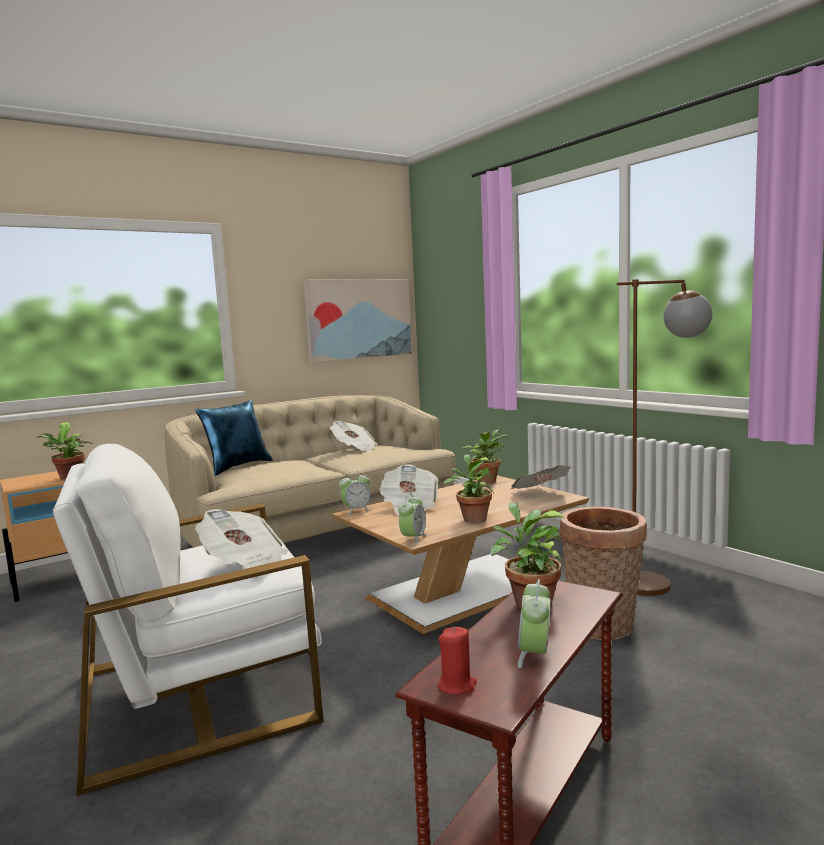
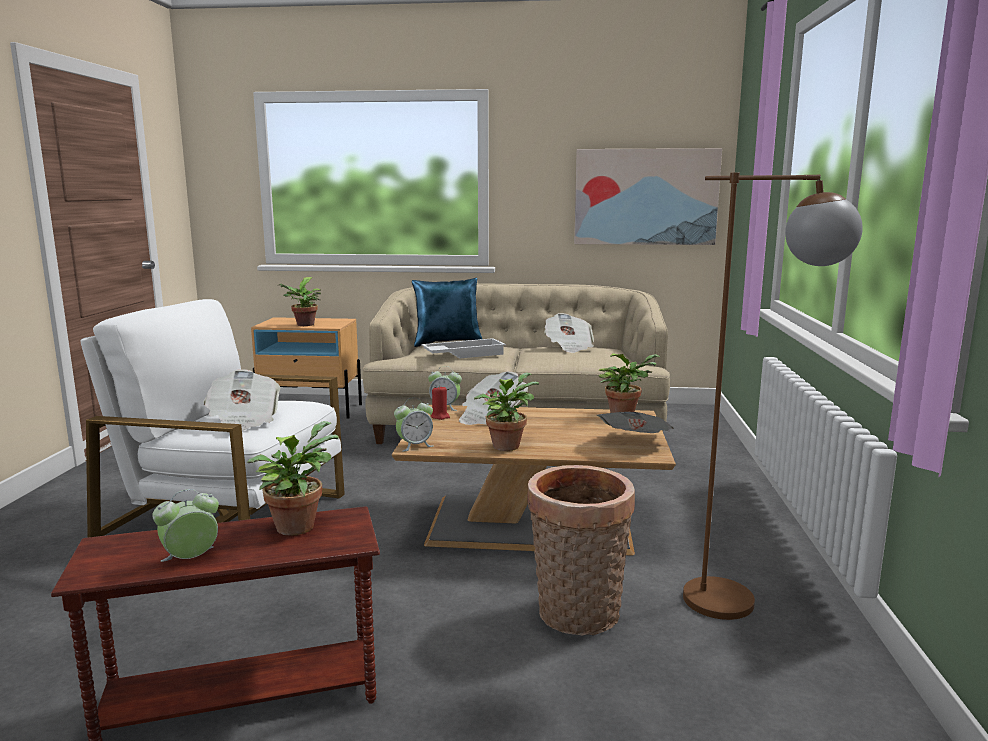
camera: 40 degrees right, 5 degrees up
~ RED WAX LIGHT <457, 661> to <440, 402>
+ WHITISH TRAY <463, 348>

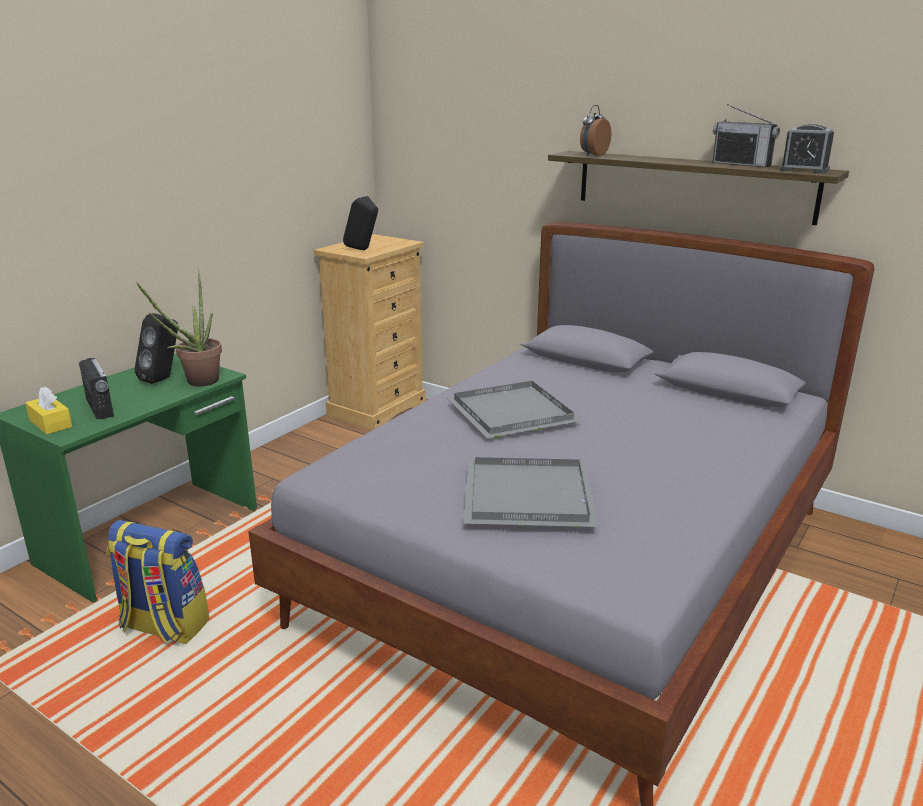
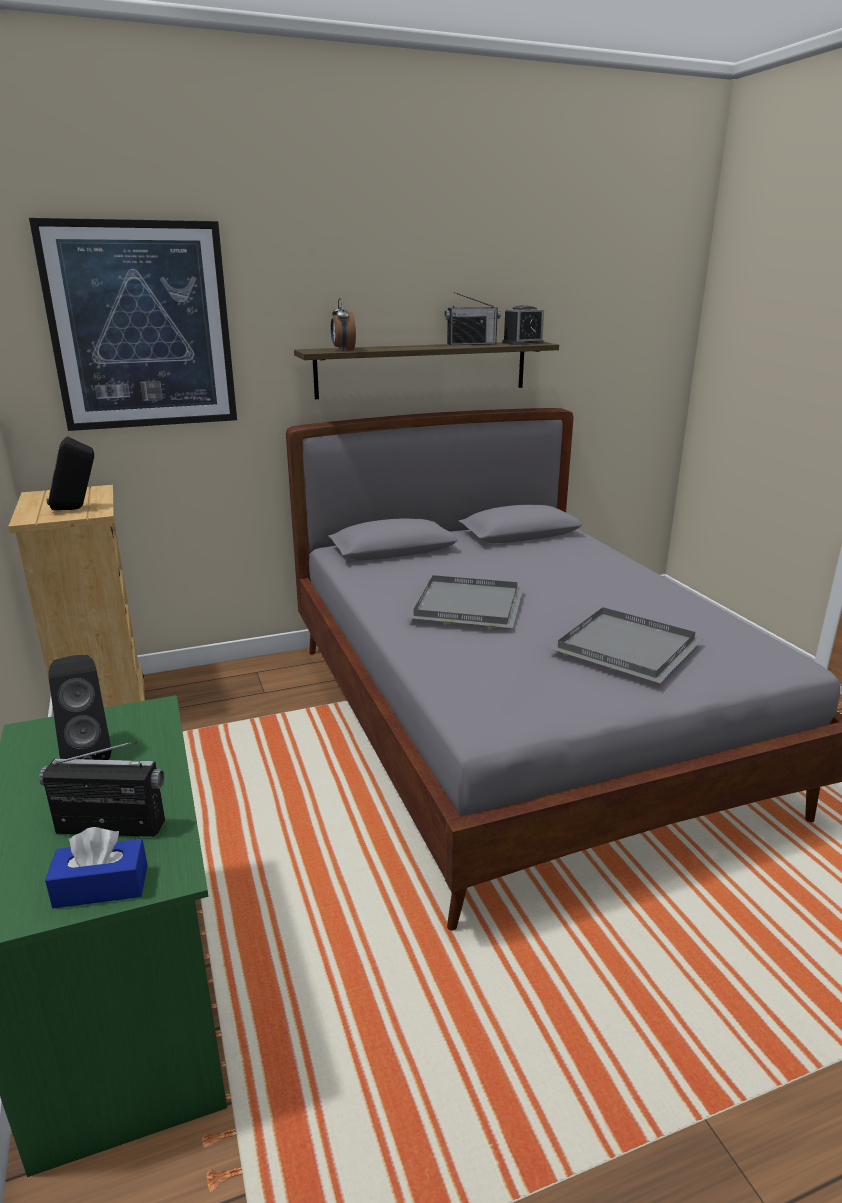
camera: 55 degrees left, 0 degrees up
~ YELLOW TISSUE HOLDER <48, 410> to BLUE TISSUE HOLDER <96, 868>
- BACKPACK <158, 582>
- PLANT IN A POT <179, 328>
+ WALL PICTURE <133, 324>

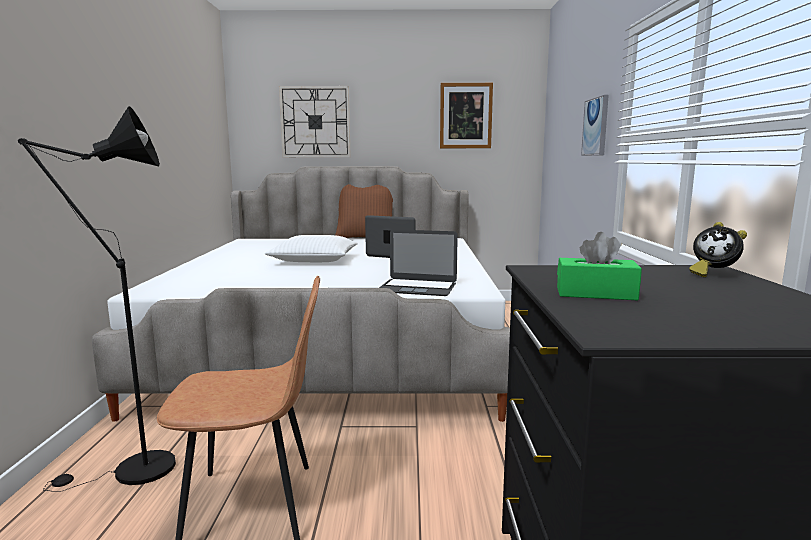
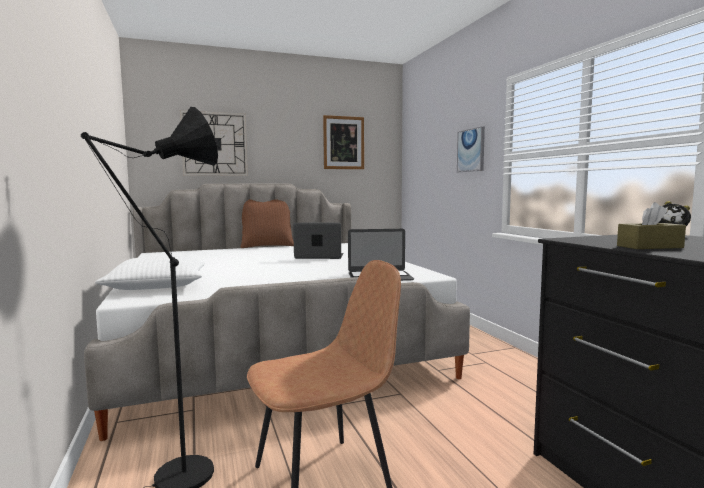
camera: 20 degrees left, 5 degrees down
~ WHITISH THROW PILLOW <311, 248> to <150, 273>
~ GREEN-COLOURED TISSUE HOLDER <599, 266> to BROWN-COLOURED TISSUE HOLDER <651, 225>

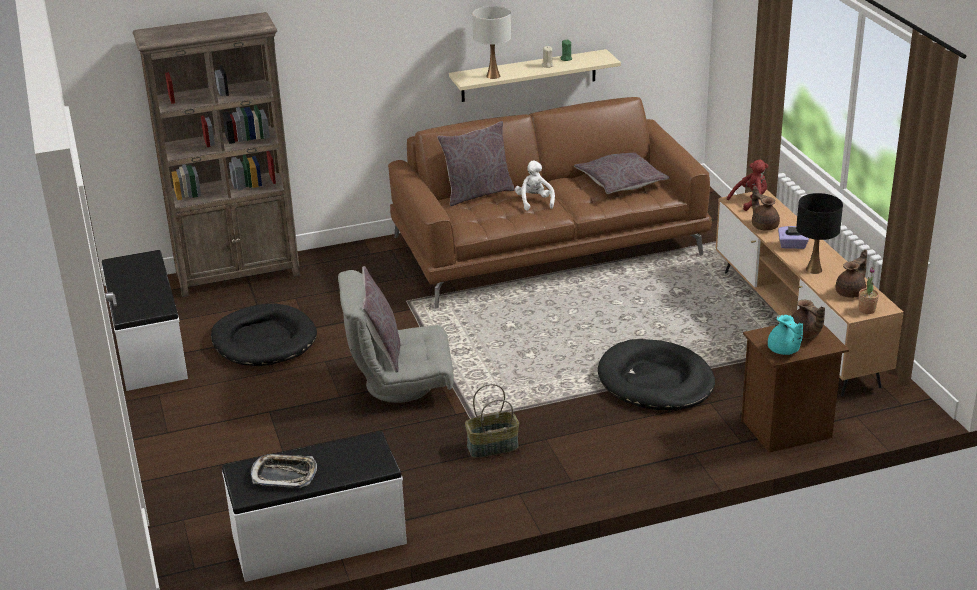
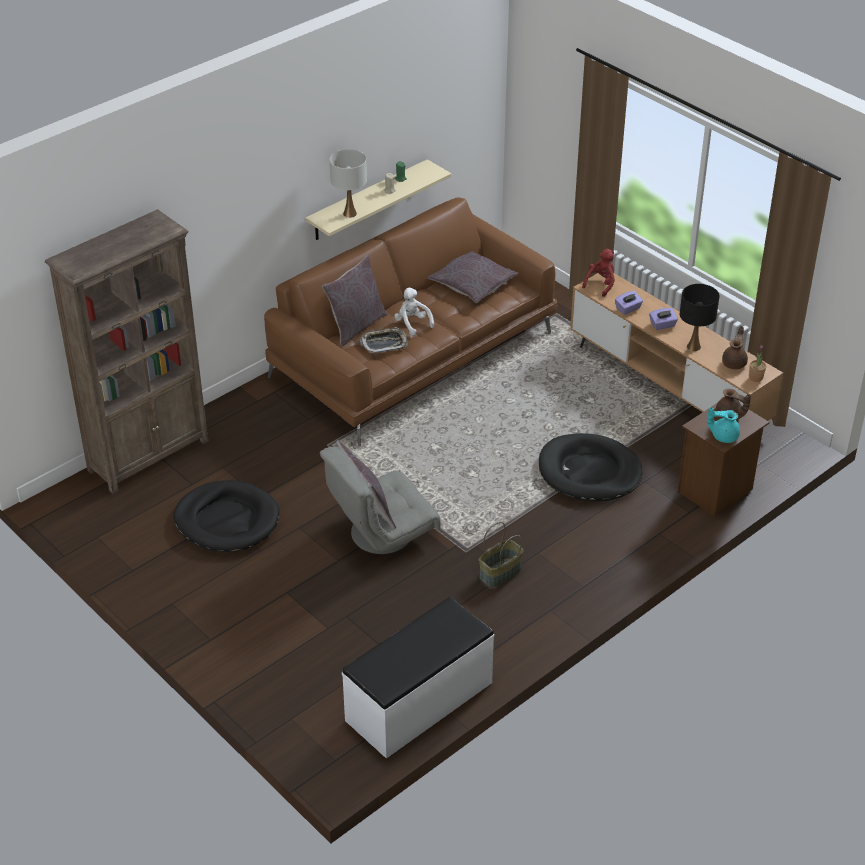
camera: 25 degrees left, 10 degrees up
- WHITISH INDOOR BENCH <145, 320>
~ TRAY <284, 471> to <384, 340>
~ BROWN-COLOURED POT FOR TEA <766, 208> to PURPLISH TISSUE HOLDER <629, 303>
~ TURQUOISE POT FOR TEA <785, 335> = <723, 424> 150 degrees clockwise

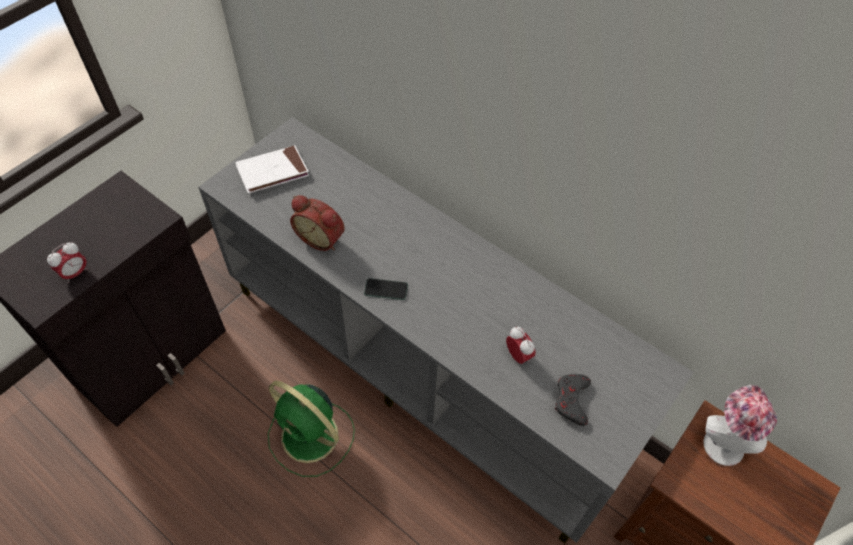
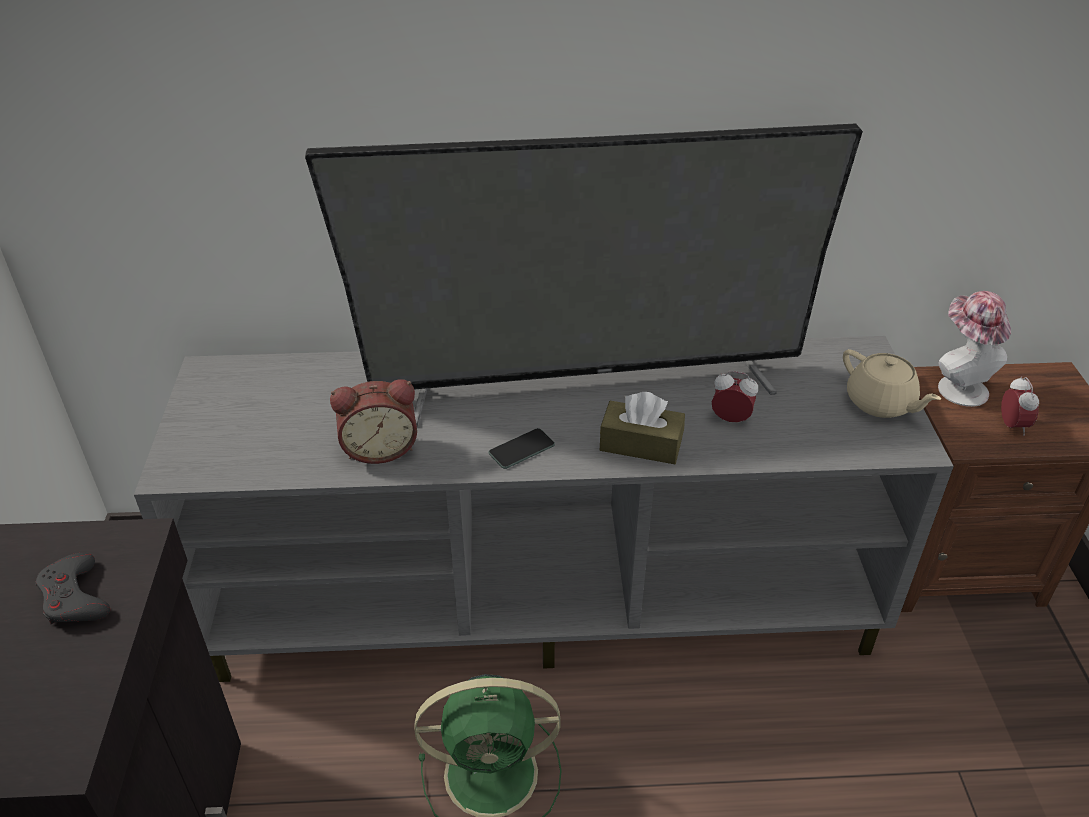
camera: 40 degrees left, 15 degrees down
~ BEDSIDE CLOCK <67, 262> to <1020, 406>
- WHITISH BOUND BOOK <272, 169>
~ GRAY GAME CONTROLLER <573, 400> to <73, 588>
+ TV SET <584, 274>
+ BROWN-COLOURED TISSUE HOLDER <642, 428>
+ SAND-COLOURED POT FOR TEA <892, 383>

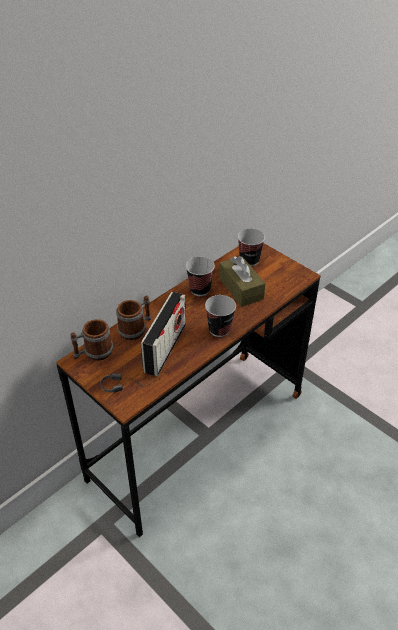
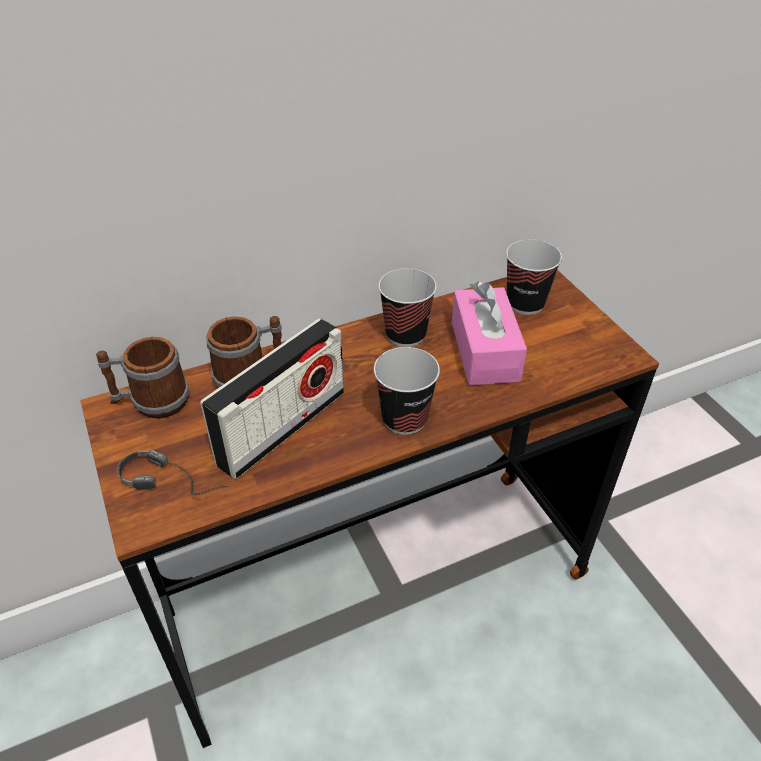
camera: 20 degrees right, 0 degrees up
~ BROWN-COLOURED TISSUE HOLDER <242, 281> to PINKISH TISSUE HOLDER <489, 333>

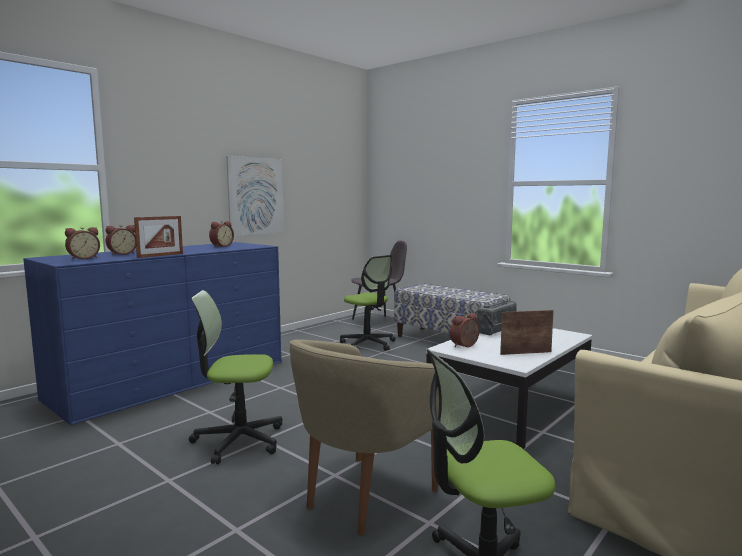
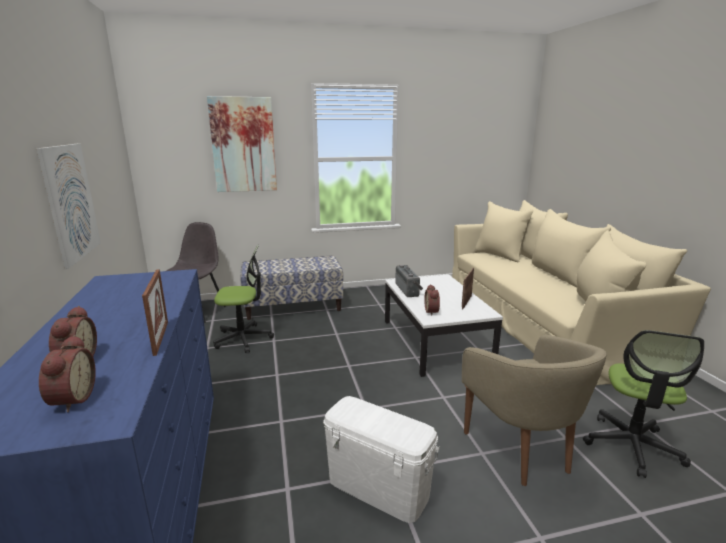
camera: 55 degrees left, 10 degrees up
~ OFFICE CHAIR <235, 377> to WHITISH STORAGE BOX <381, 459>
- BEDSIDE CLOCK <221, 234>
+ WALL PICTURE <242, 144>

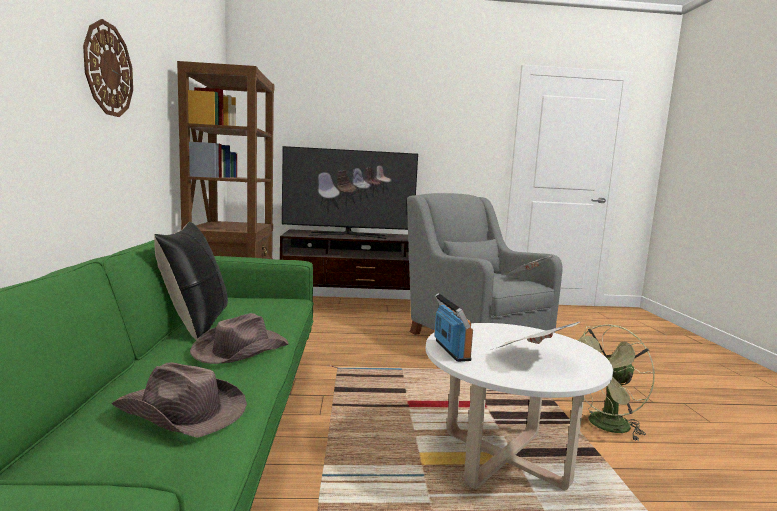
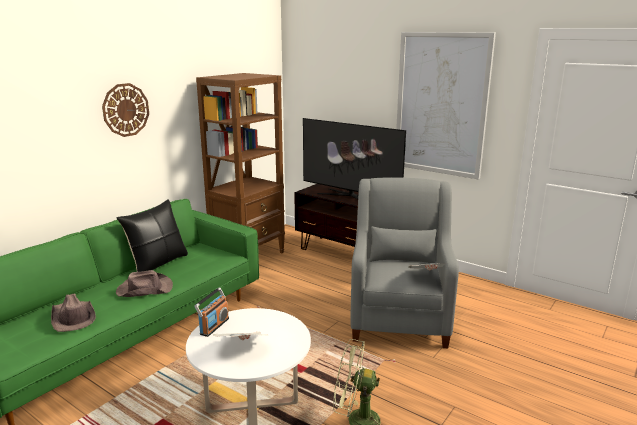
camera: 40 degrees right, 10 degrees up
+ WALL PICTURE <446, 105>

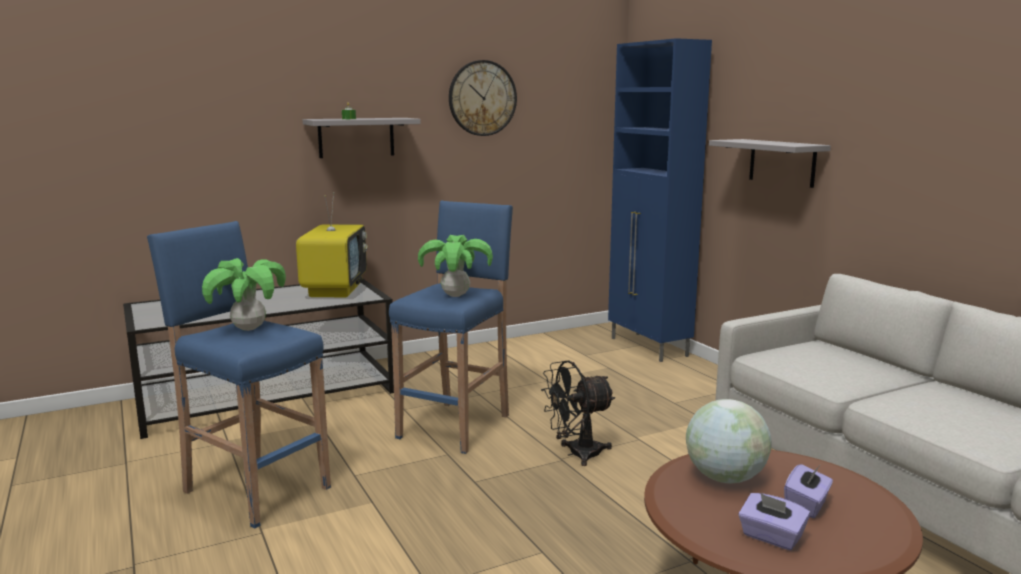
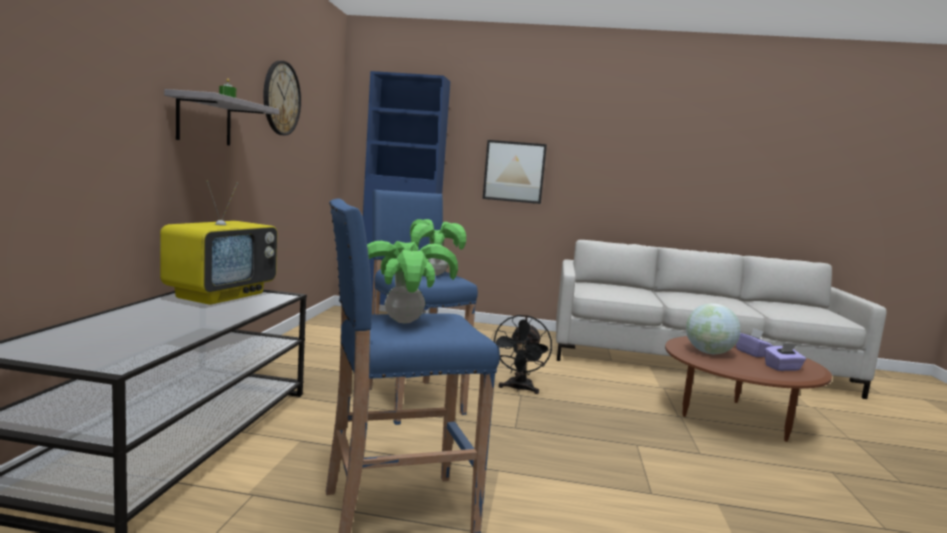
camera: 55 degrees left, 5 degrees down
~ TV SET <332, 244> = <218, 242> 75 degrees clockwise
~ GRAY SHELF <770, 163> to WALL PICTURE <515, 172>

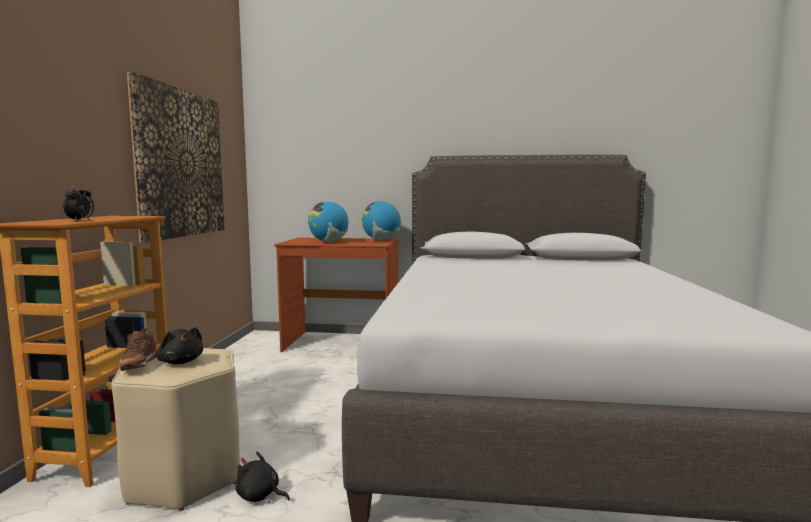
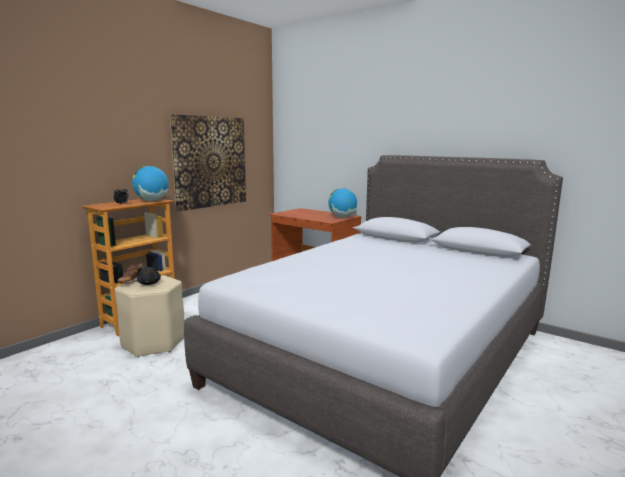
camera: 30 degrees right, 5 degrees up
- BLACK CUDDLY TOY <263, 477>
~ DESK GLOBE <328, 222> to <150, 183>

